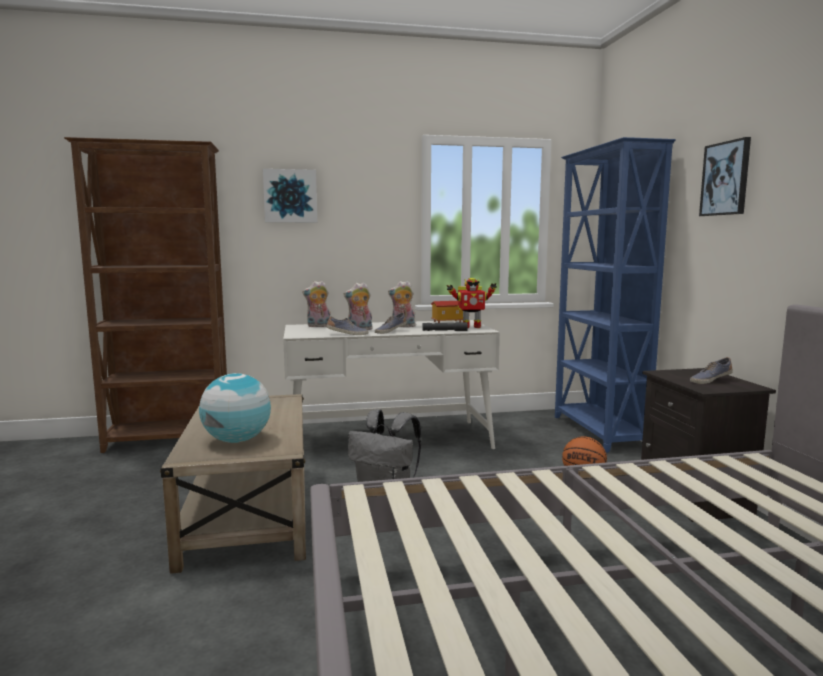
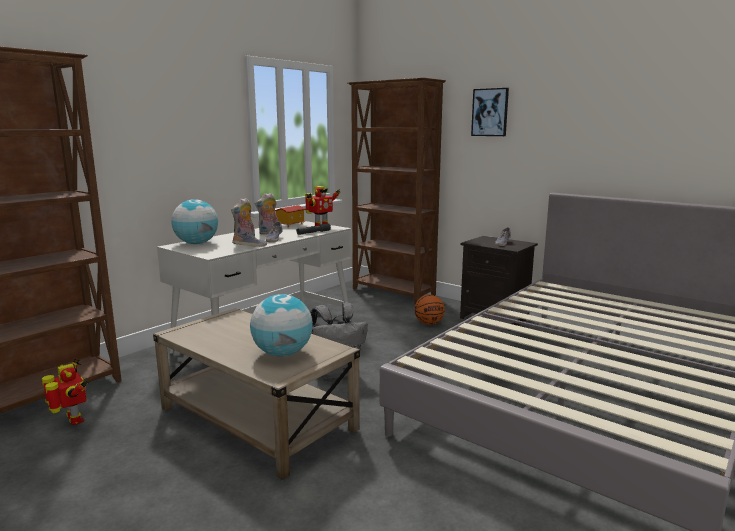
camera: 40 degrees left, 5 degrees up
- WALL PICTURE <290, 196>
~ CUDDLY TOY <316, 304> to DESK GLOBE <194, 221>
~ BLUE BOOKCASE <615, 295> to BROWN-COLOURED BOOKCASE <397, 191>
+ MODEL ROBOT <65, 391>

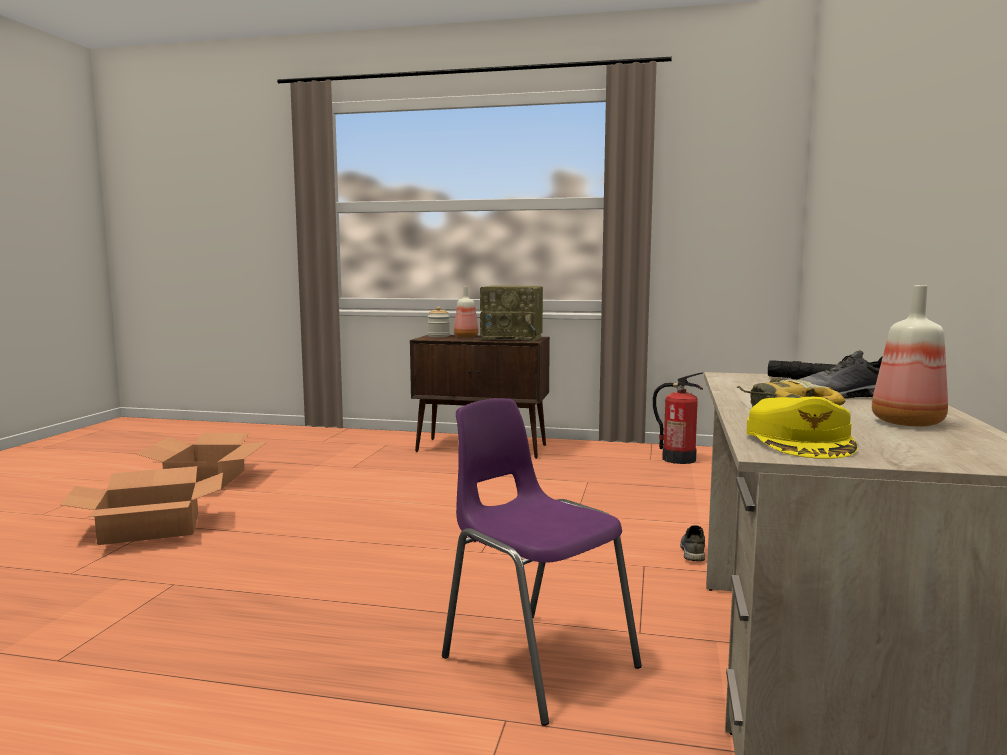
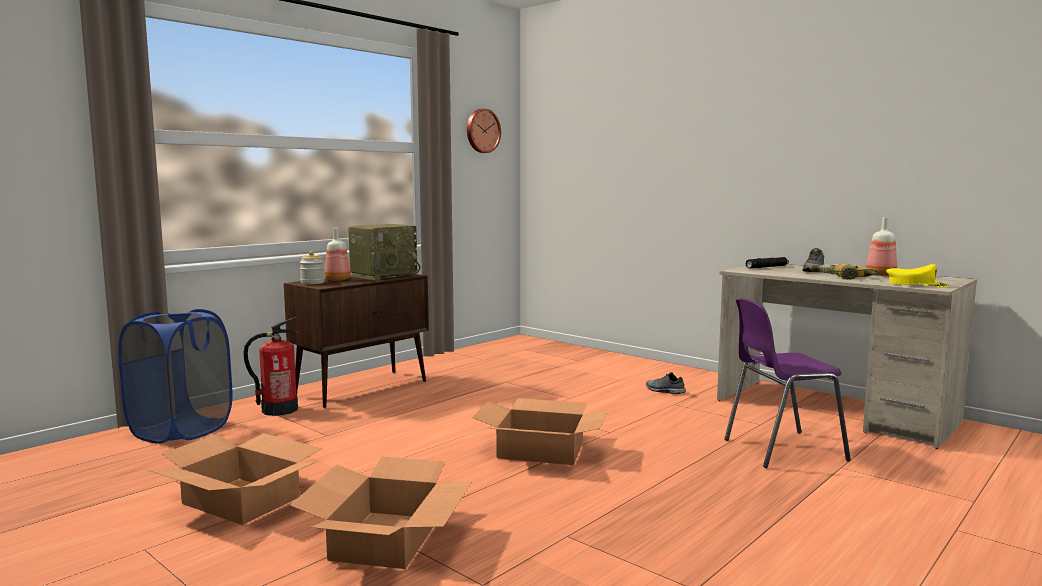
camera: 60 degrees left, 0 degrees up
~ EXTINGUISHER <678, 418> to <271, 366>
+ BLUE LAUNDRY BASKET <175, 376>
+ CLOCK ON THE WALL <484, 131>
+ PACKING BOX <539, 431>

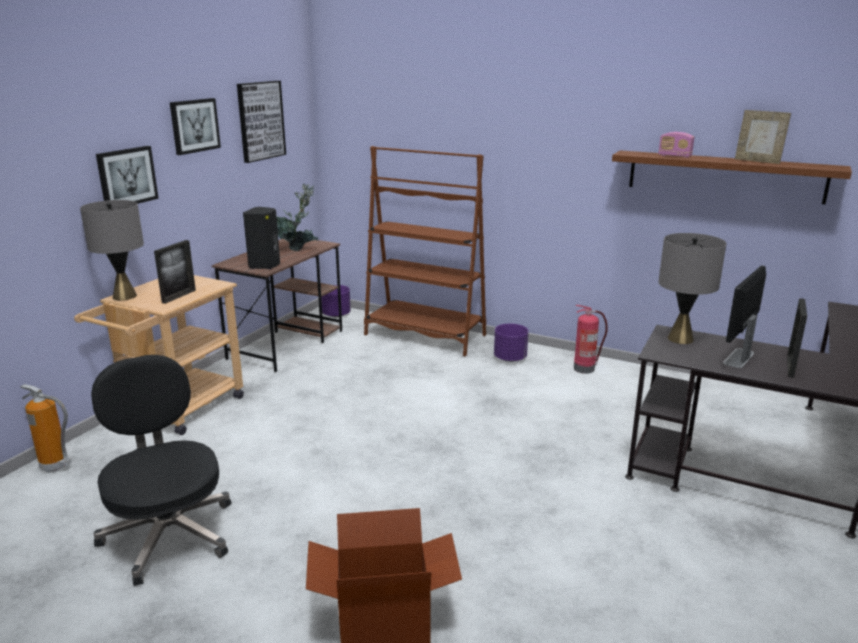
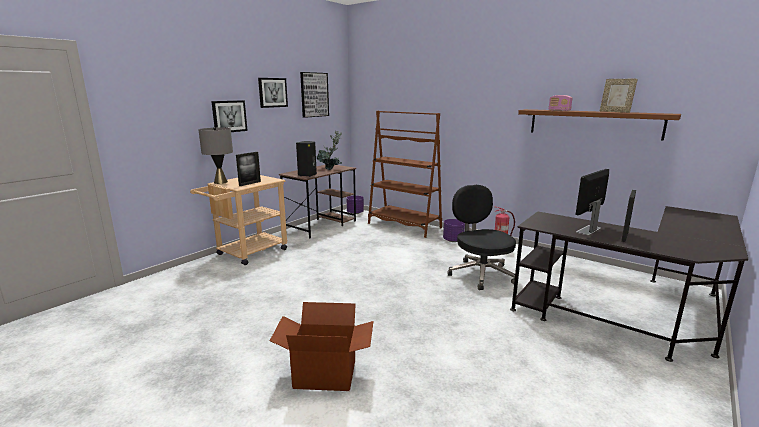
camera: 10 degrees right, 5 degrees down
- EXTINGUISHER <46, 428>
~ BLACK OFFICE CHAIR <161, 470> to <482, 237>
- GRAY TABLETOP LAMP <692, 288>

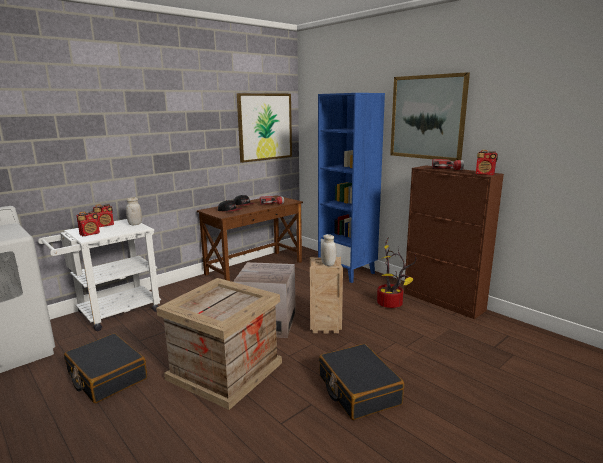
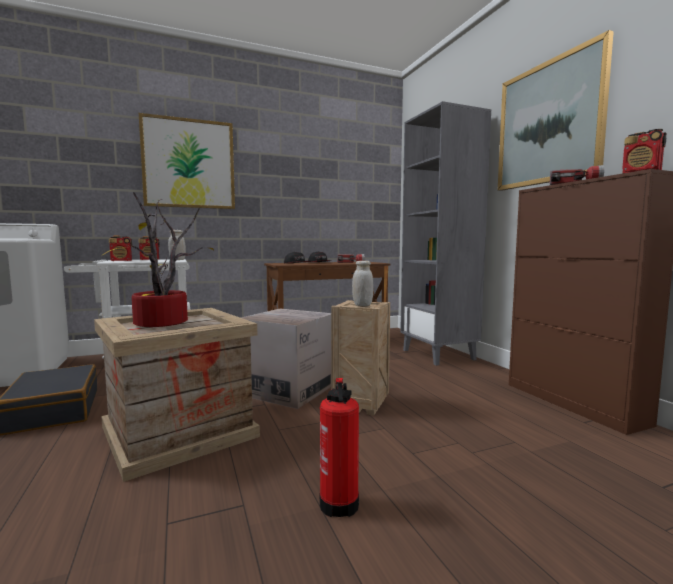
camera: 20 degrees right, 10 degrees down
~ WALL PICTURE <264, 128> to <187, 161>
~ BLUE BOOKCASE <351, 188> to GRAY BOOKCASE <445, 233>
~ BLACK PIECE OF LUGGAGE <361, 382> to EXTINGUISHER <339, 447>
~ PLANT IN A POT <396, 272> to <157, 259>

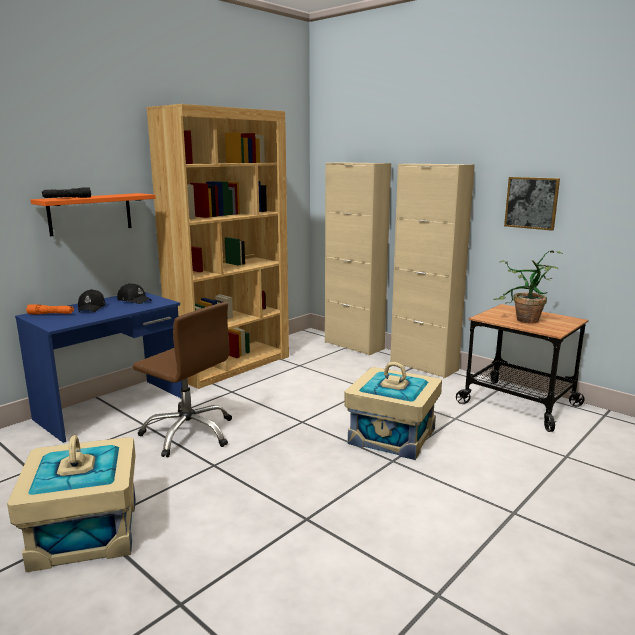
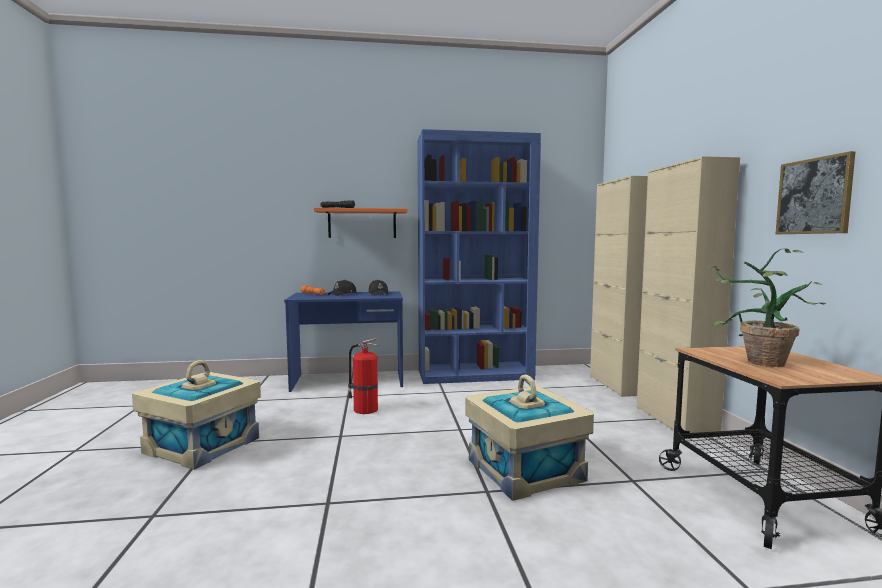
camera: 40 degrees right, 10 degrees down
~ BROWN-COLOURED OFFICE CHAIR <182, 380> to EXTINGUISHER <362, 376>
~ BROWN-COLOURED BOOKCASE <217, 246> to BLUE BOOKCASE <479, 256>

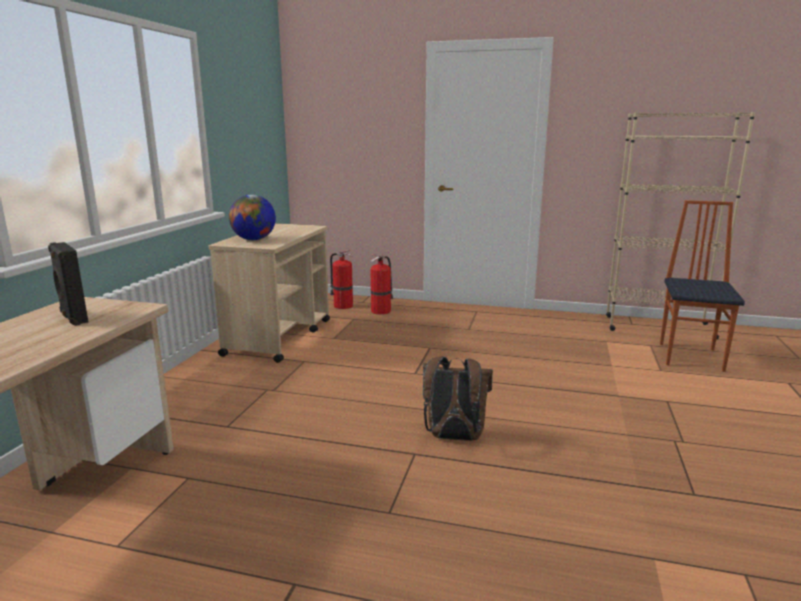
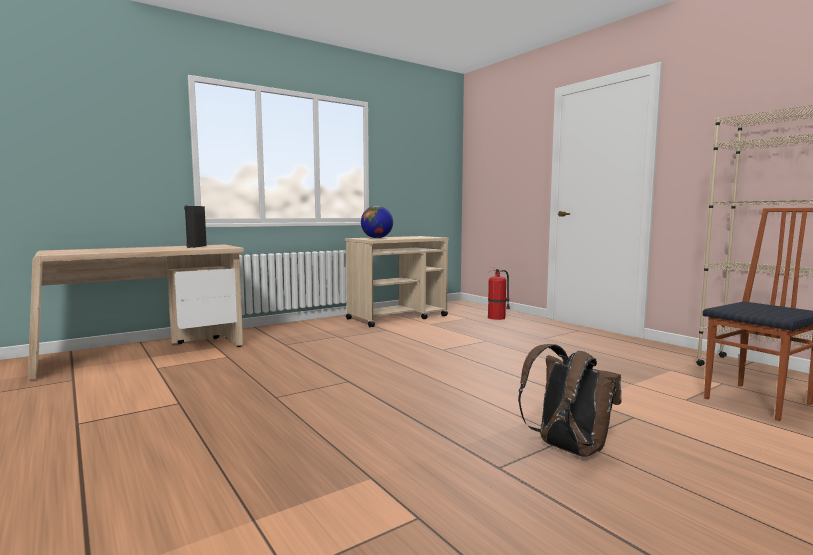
camera: 40 degrees right, 10 degrees down
- EXTINGUISHER <341, 279>
~ BROWN-COLOURED BACKPACK <458, 398> to <570, 400>

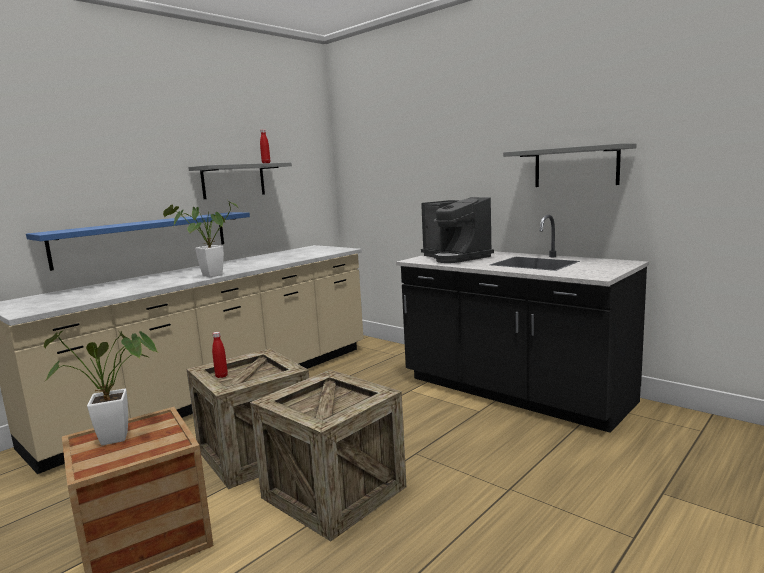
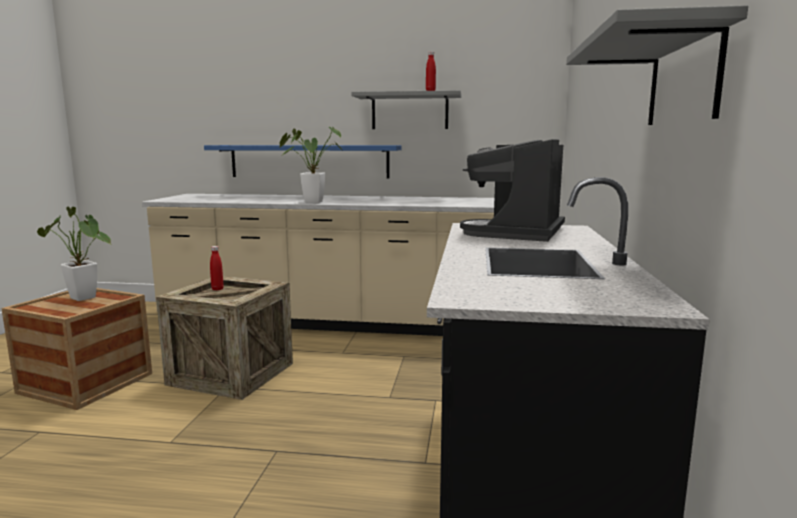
camera: 55 degrees right, 0 degrees up
- PACKING CRATE <328, 455>

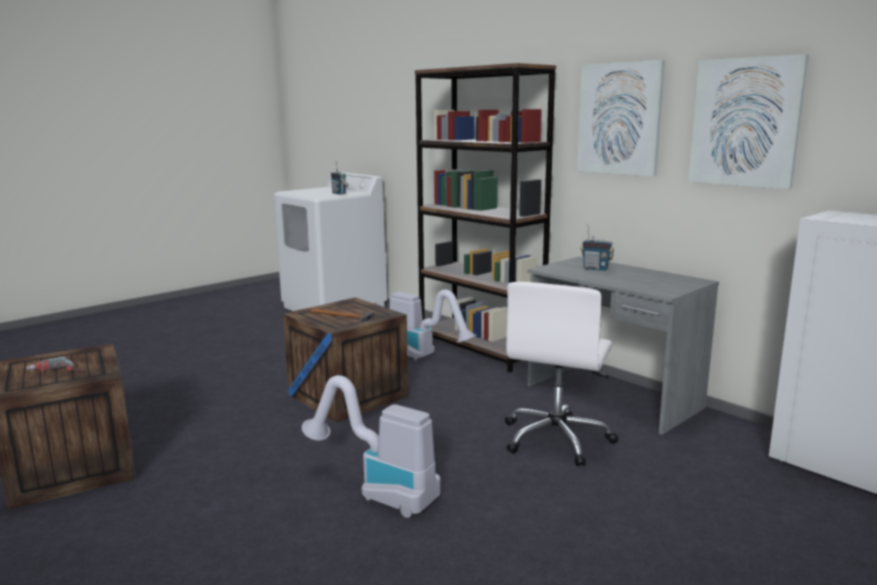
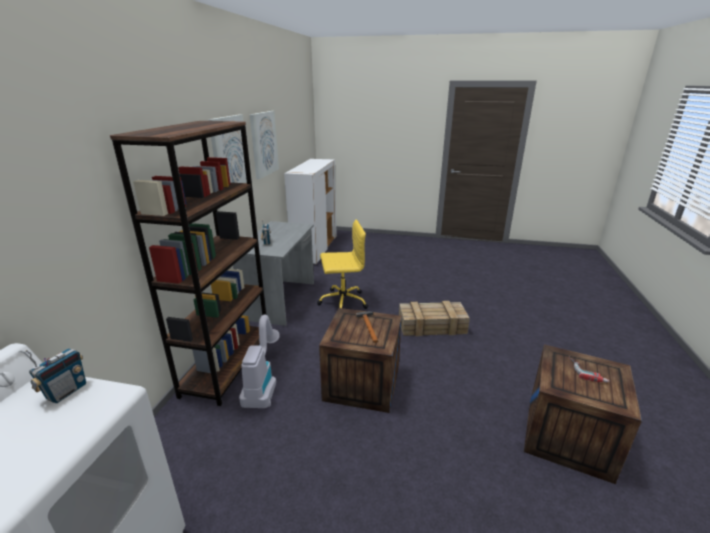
camera: 125 degrees left, 10 degrees up
~ HOOVER <371, 446> to PACKING CRATE <434, 318>
~ WHITISH OFFICE CHAIR <561, 374> to YELLOW OFFICE CHAIR <342, 264>

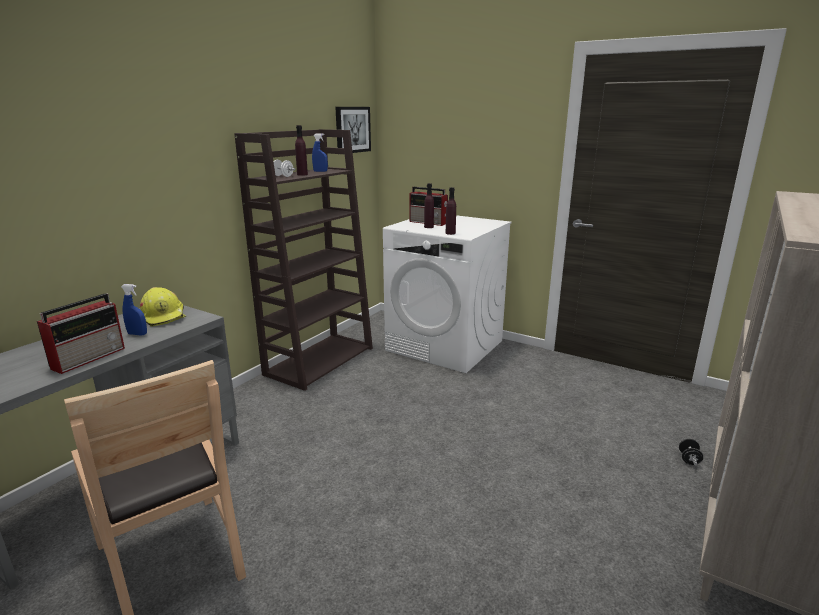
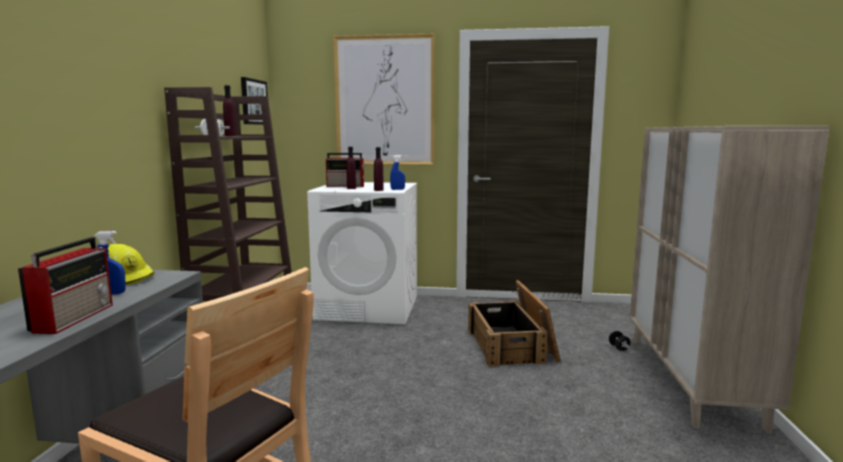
camera: 25 degrees left, 10 degrees down
~ BLUE SPRAYER <320, 152> to <397, 172>
+ WALL PICTURE <384, 99>
+ PACKING CRATE <514, 323>

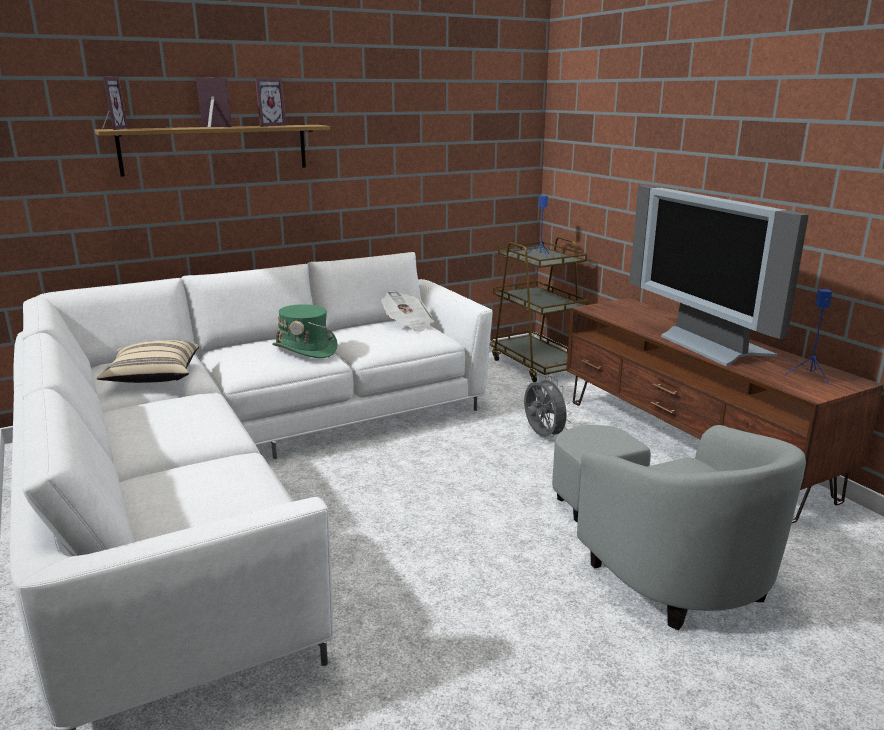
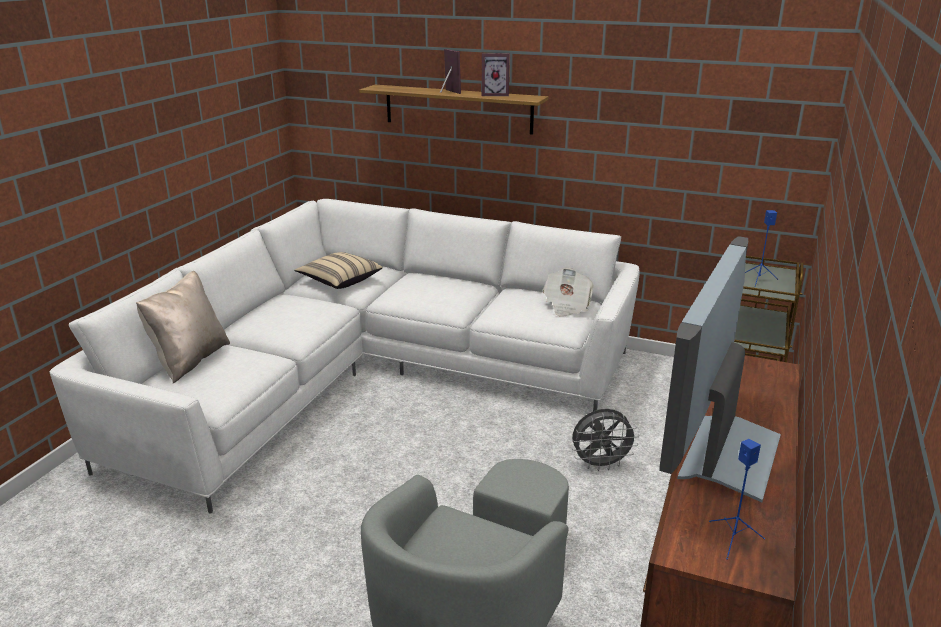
camera: 50 degrees right, 5 degrees up
- PHOTO FRAME <115, 103>
- GREEN-COLOURED HAT <305, 331>
~ GRAY ELECTRIC FAN <547, 406> = <605, 440> 60 degrees clockwise
+ SAND-COLOURED THROW PILLOW <183, 327>

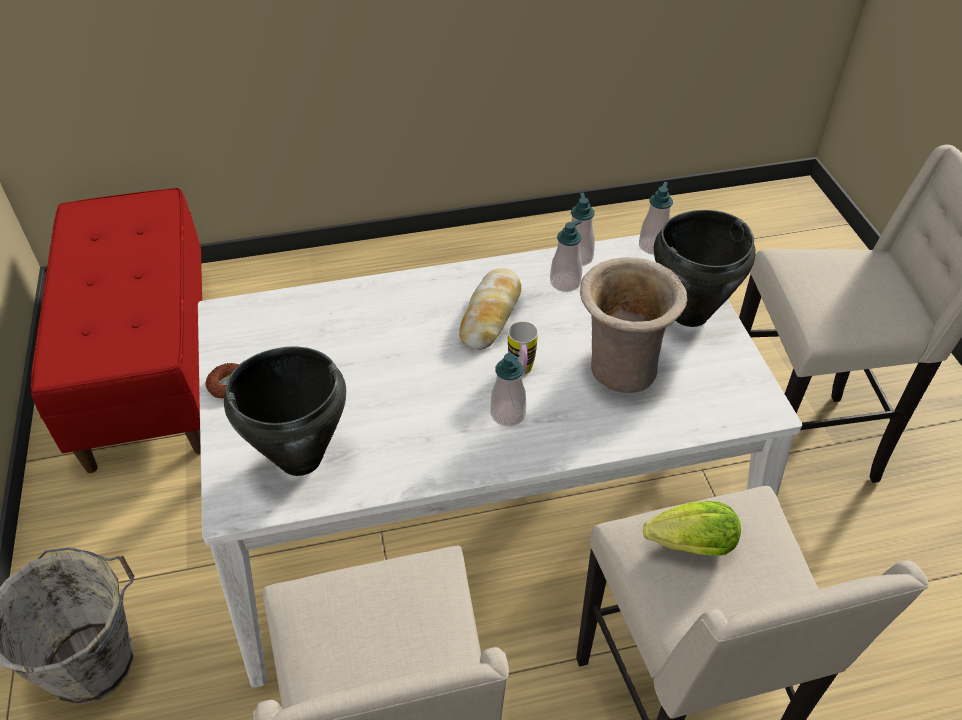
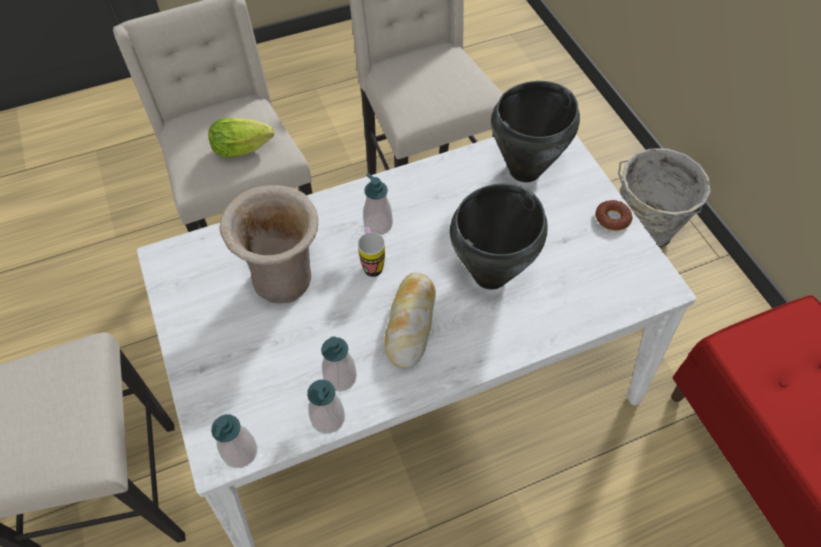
camera: 170 degrees right, 10 degrees up
~ BLACK STOCKPOT <705, 268> to <499, 236>

